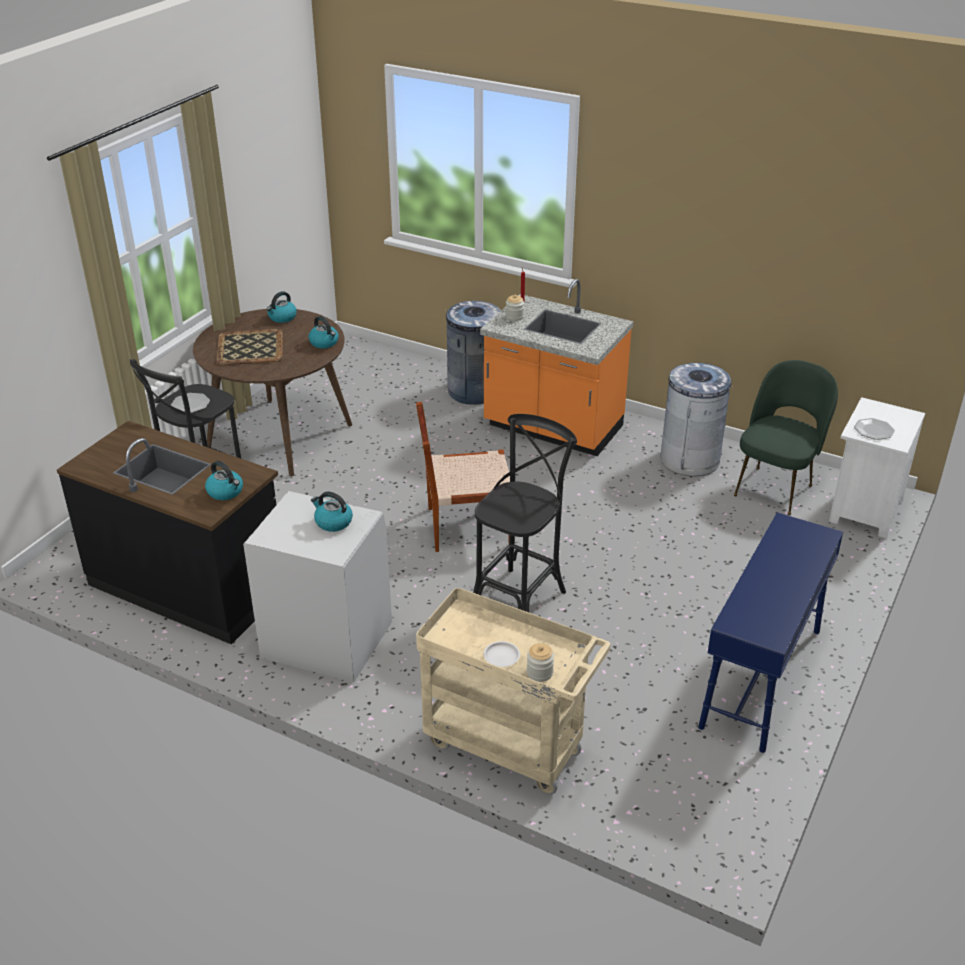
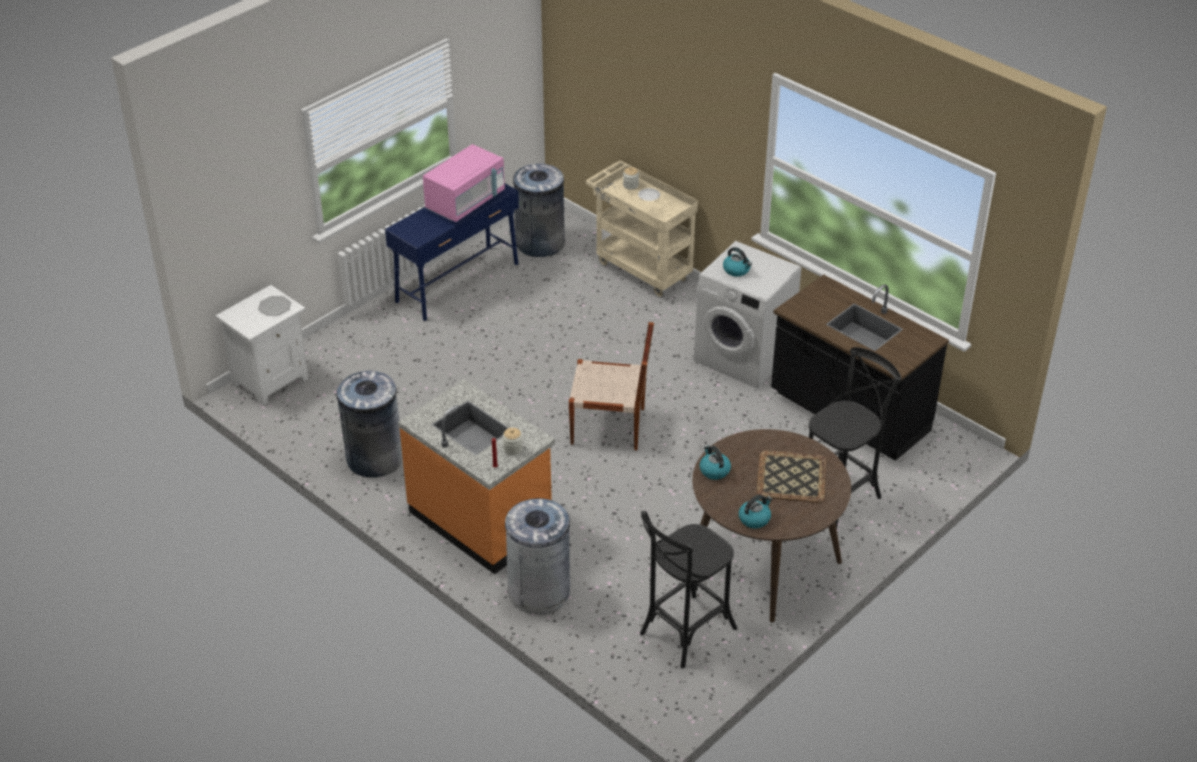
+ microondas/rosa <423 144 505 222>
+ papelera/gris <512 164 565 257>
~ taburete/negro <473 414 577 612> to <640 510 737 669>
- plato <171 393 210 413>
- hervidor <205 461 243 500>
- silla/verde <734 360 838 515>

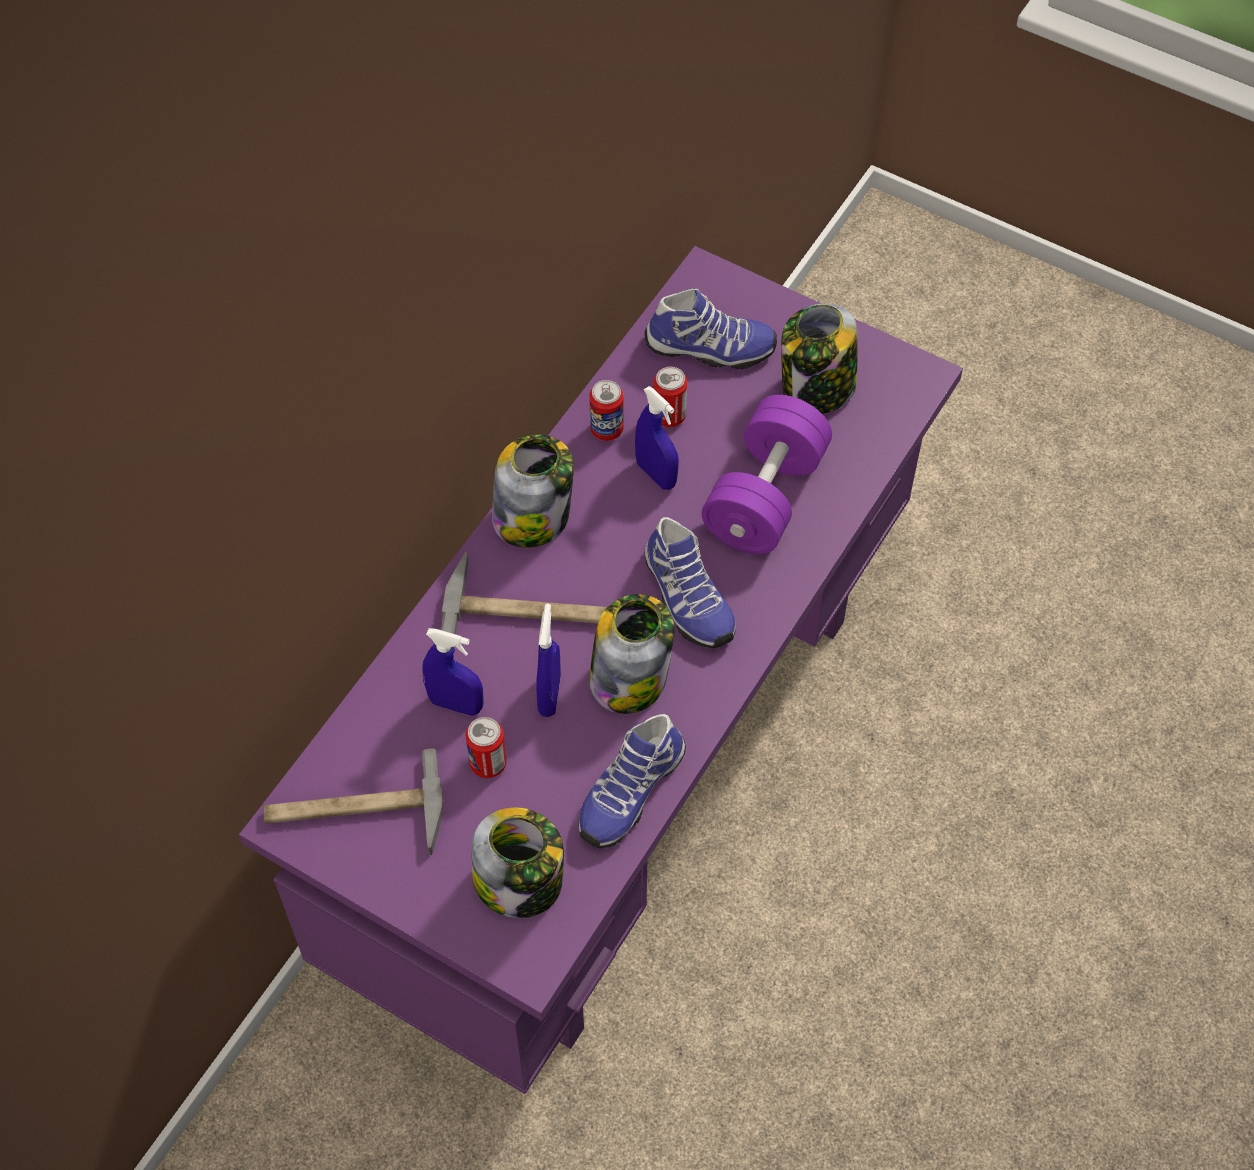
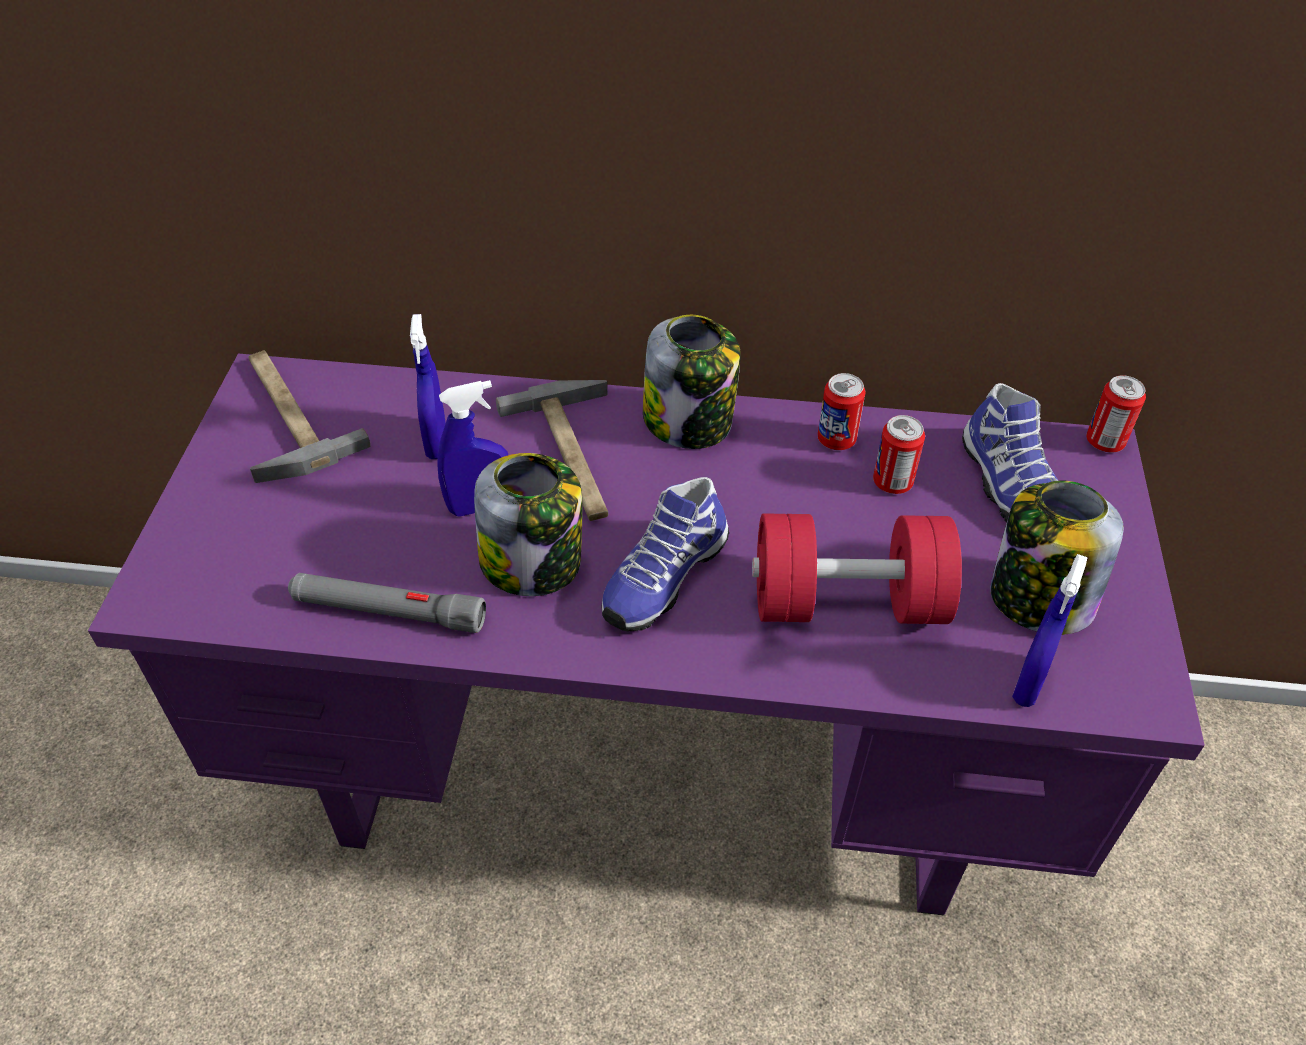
~ zapato <578 714 686 848> to linterna/gris <288 573 486 633>
~ mancuerna/morado <701 395 832 554> to mancuerna/rojo <752 513 962 624>
~ pulverizador/azul <635 386 679 490> to <1012 554 1088 707>
~ lata <465 717 507 778> to <1086 375 1146 453>
- tarro <471 808 564 918>

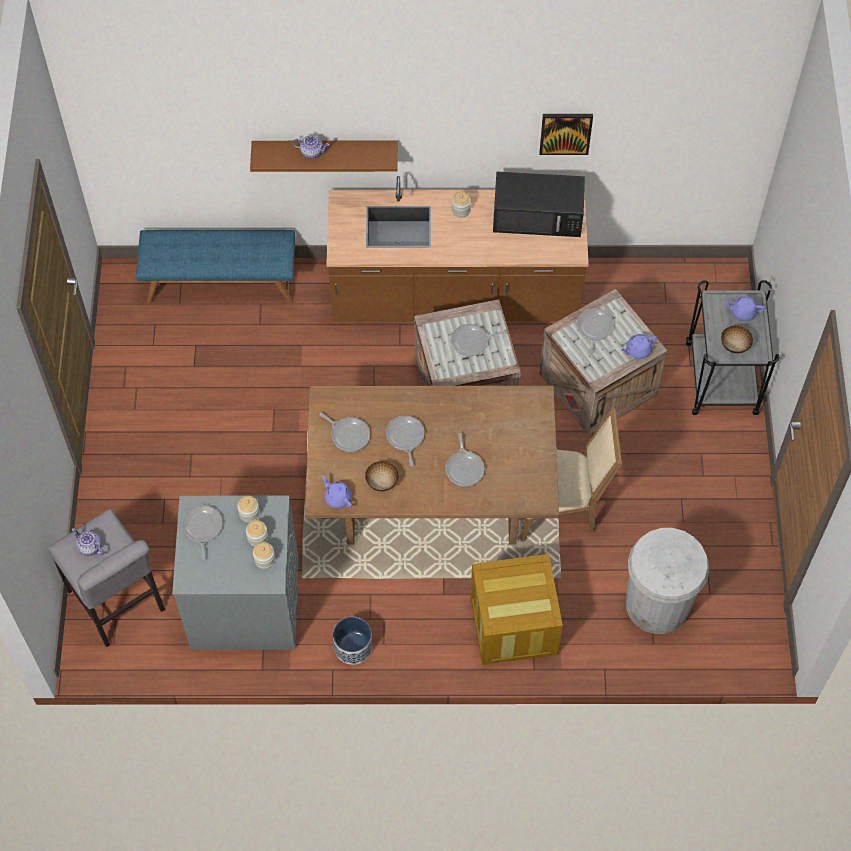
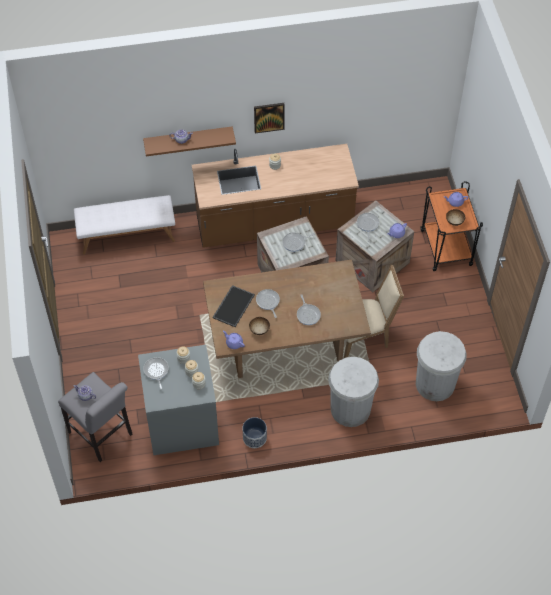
~ banco/azul <136 230 295 304> to banco/blanco <74 195 175 255>
~ sartén <319 413 370 452> to bandeja <212 285 255 327>
~ cuadro <540 114 593 155> to <254 103 285 134>
~ caja de embalaje <471 554 563 665> to papelera/blanco <328 357 379 427>
~ carrito/gris <686 280 780 415> to carrito/naranja <420 181 483 271>
- microondas/negro <493 172 585 237>

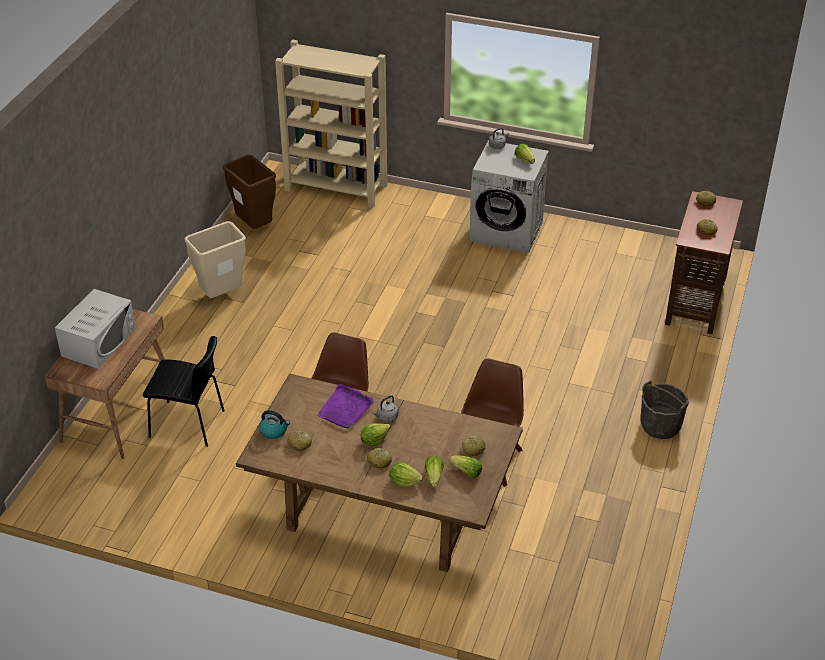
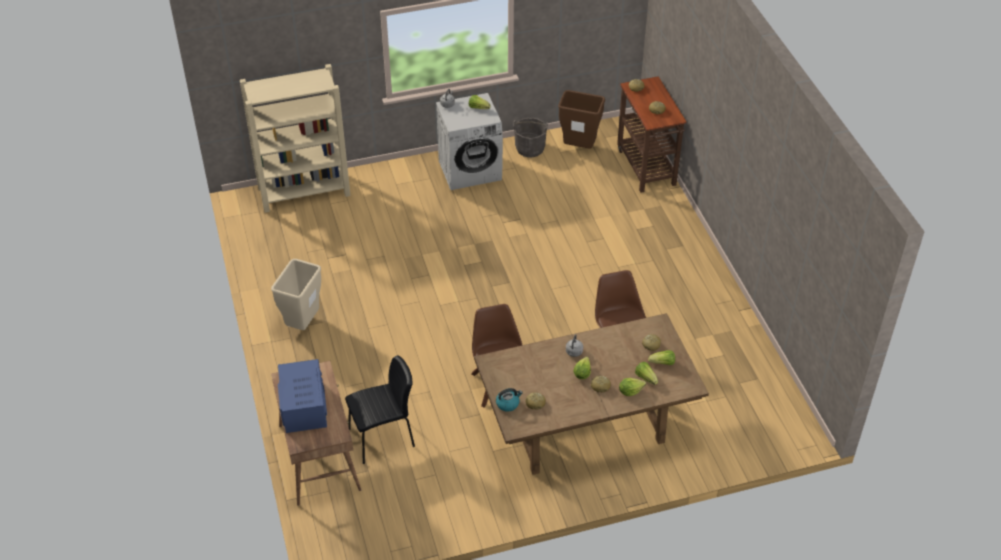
~ microondas/blanco <55 289 136 369> to microondas/azul <278 359 327 433>
~ cubo/gris <640 380 689 439> to <513 118 548 158>
~ papelera/marrón <223 155 276 229> to <558 90 605 149>
- bandeja/morado <317 384 374 428>

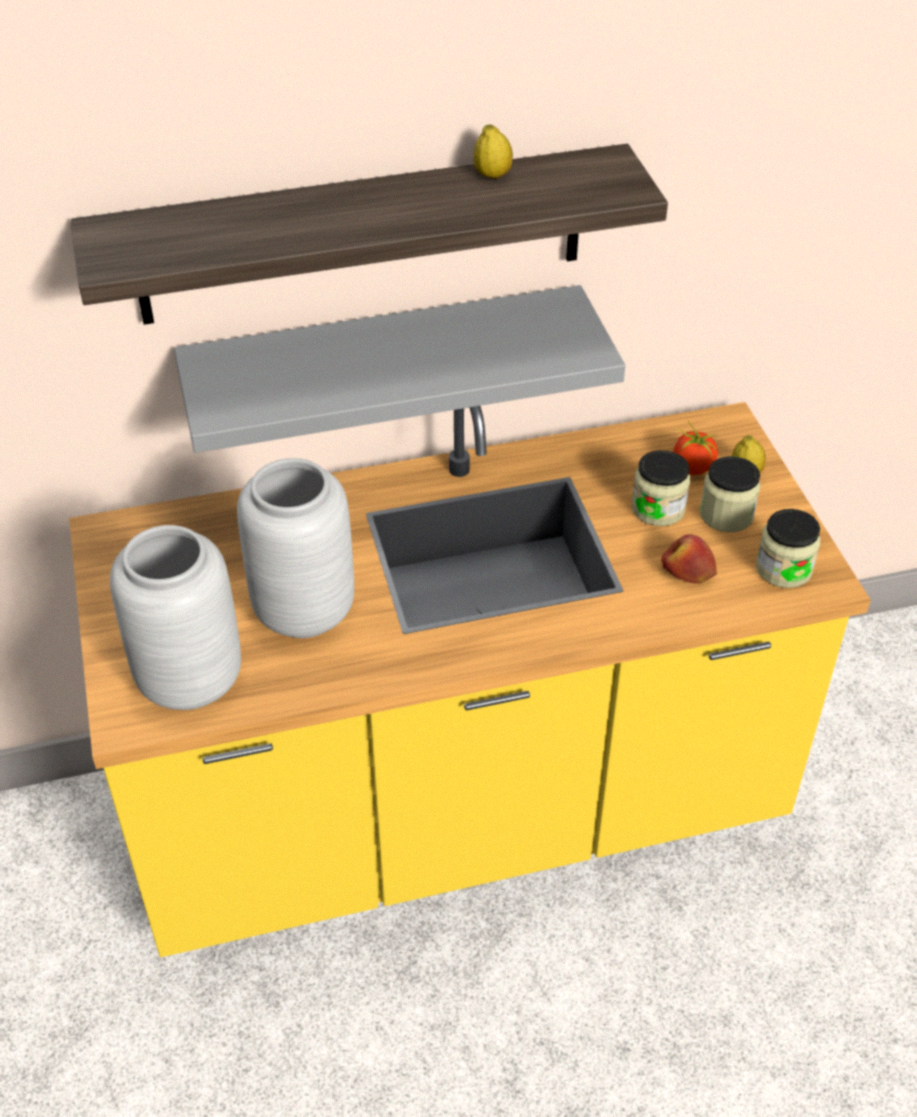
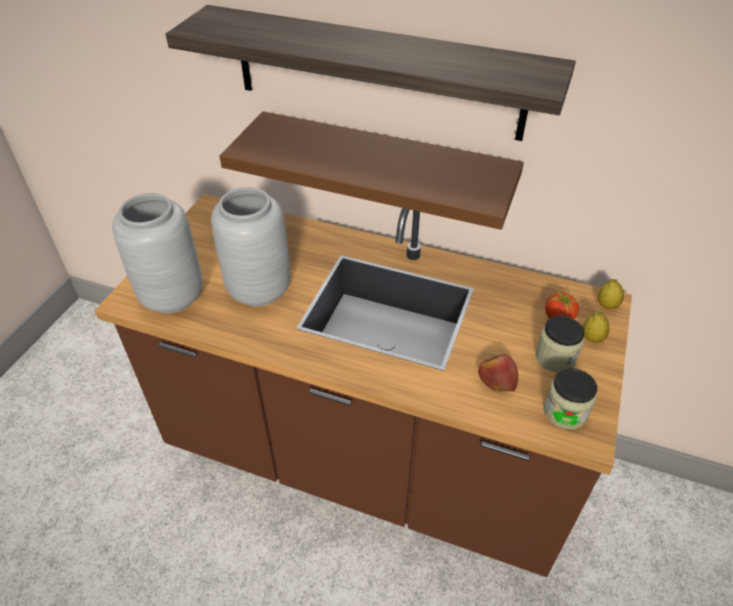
~ mueble bajo de cocina/amarillo <69 402 871 957> to mueble bajo de cocina/marrón <94 194 632 577>
~ estante/gris <174 285 625 453> to estante/marrón <220 111 524 230>
~ limón <473 124 513 179> to <598 279 624 309>
- tarro <632 450 690 526>

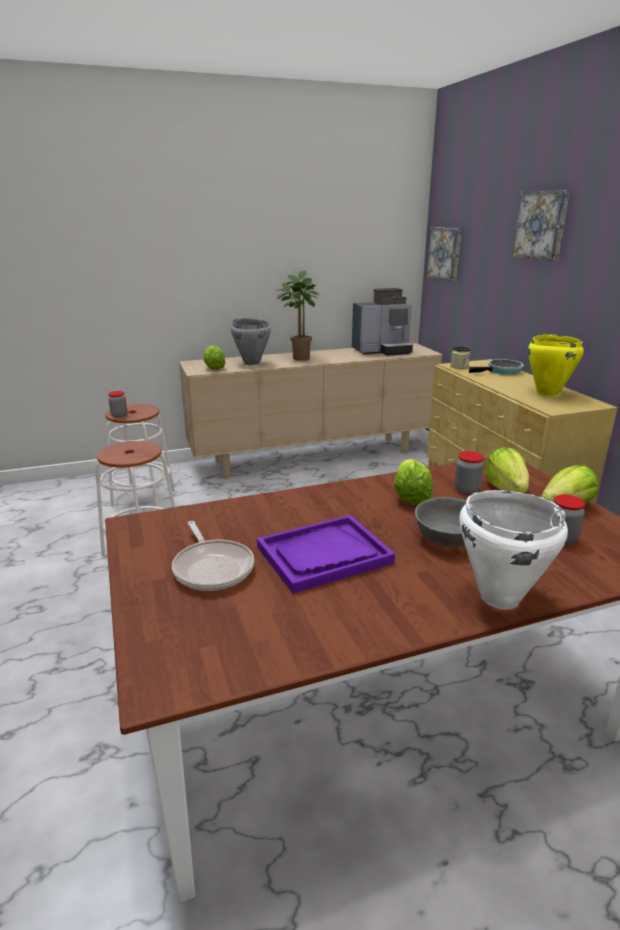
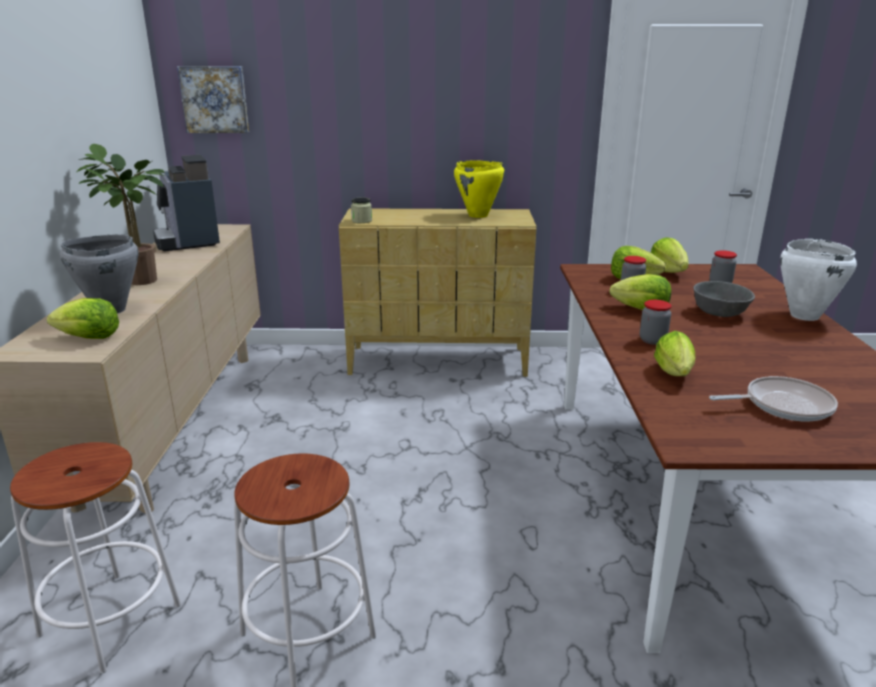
~ cafetera <352 288 413 356> = <153 155 220 251> 150 degrees clockwise
~ tarro <108 391 127 417> to <640 300 672 345>
+ lechuga <654 331 696 376>
- bandeja/morado <257 515 395 594>
- sartén <469 359 524 375>
- cuadro <512 190 570 261>

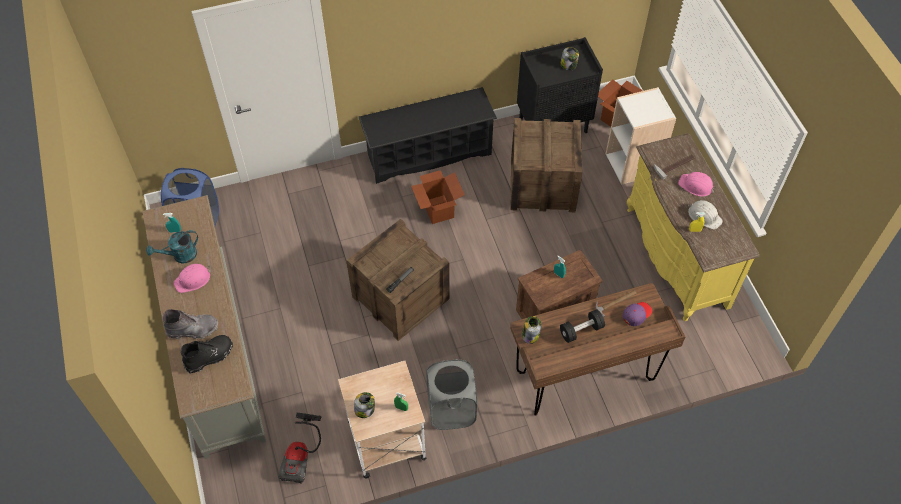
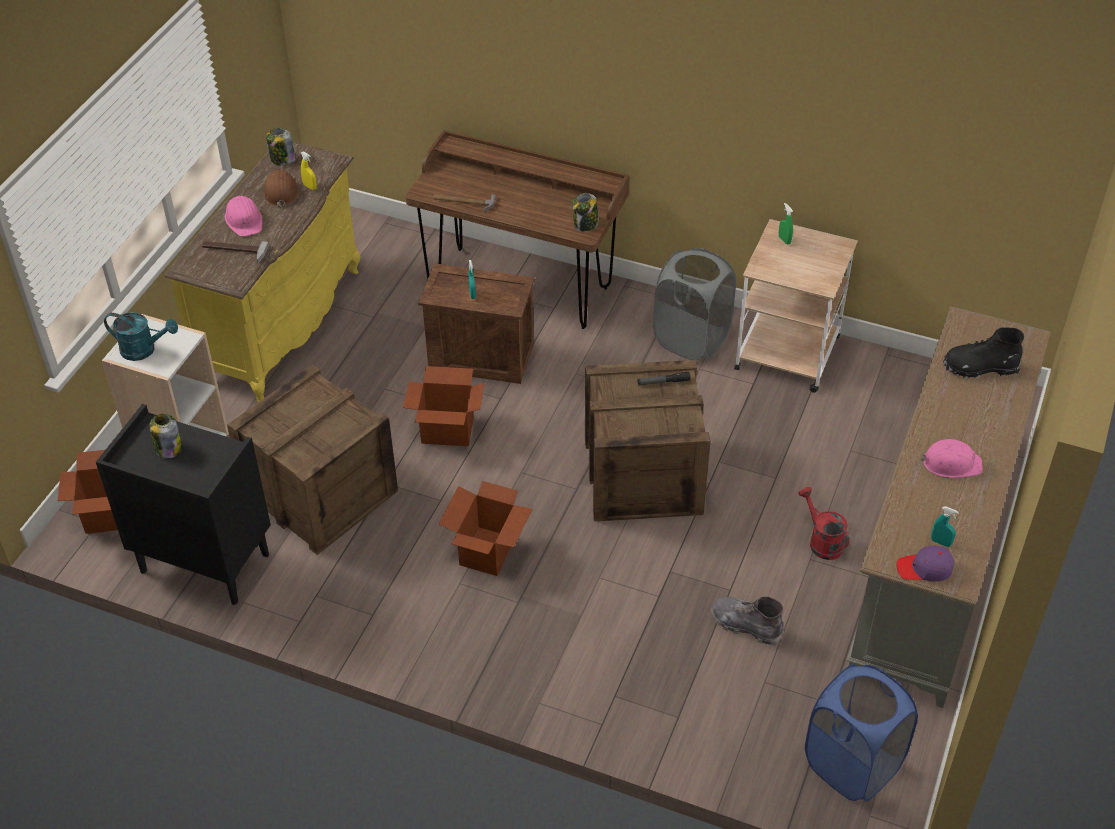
~ regadera/turquesa <146 230 198 264> to <104 312 178 361>
~ casco/blanco <688 200 723 230> to casco/marrón <263 169 299 208>
~ tarro <354 392 375 418> to <266 128 296 165>
+ caja de cartón <403 366 485 446>
~ bota/gris <162 309 219 339> to <711 596 784 646>
+ regadera/rojo <799 487 850 560>
~ gorra/morado <623 302 652 326> to <896 546 954 582>
- aspiradora <278 413 322 484>
- zapatero/negro <359 87 497 184>
- mancuerna/negro <560 309 605 343>

